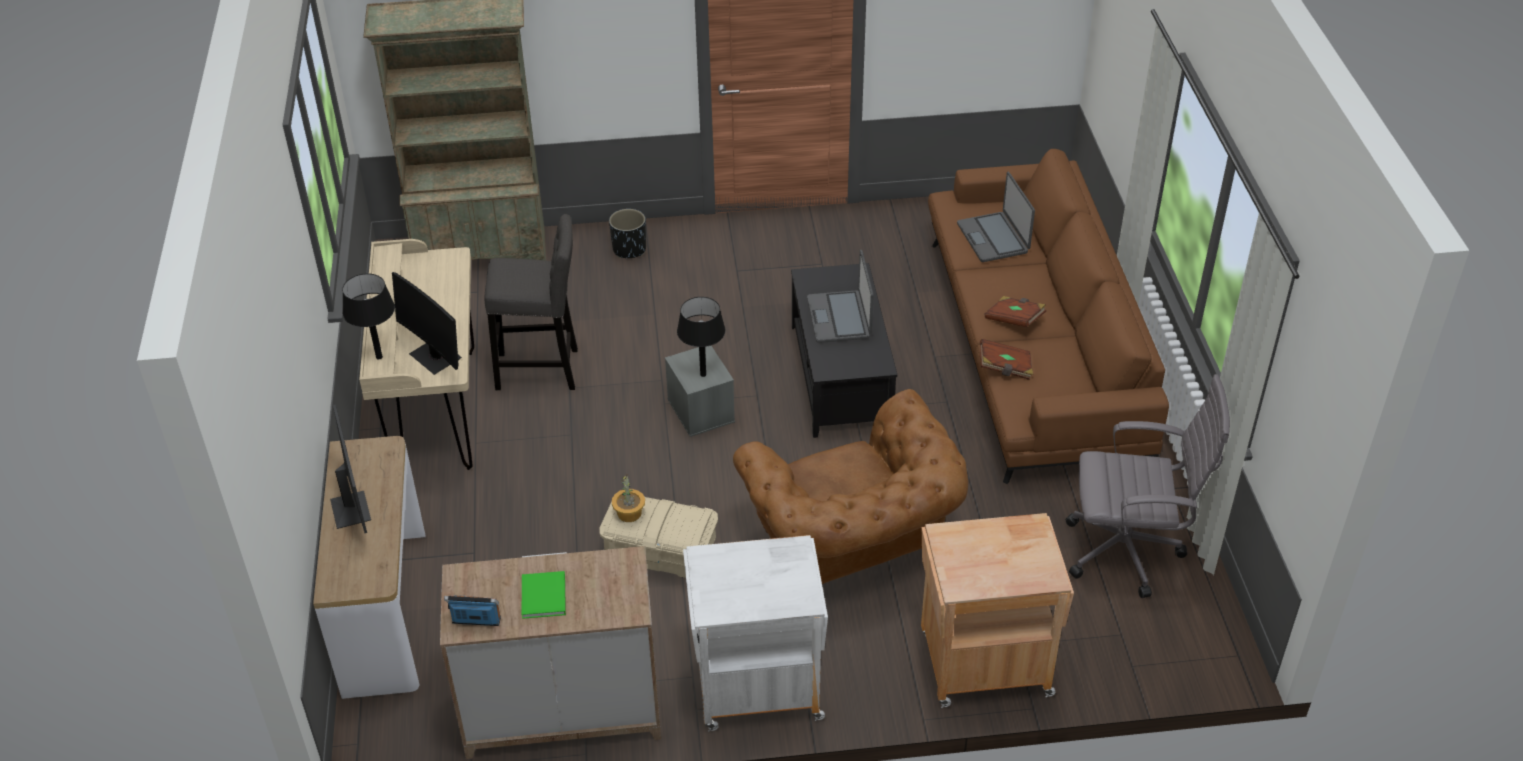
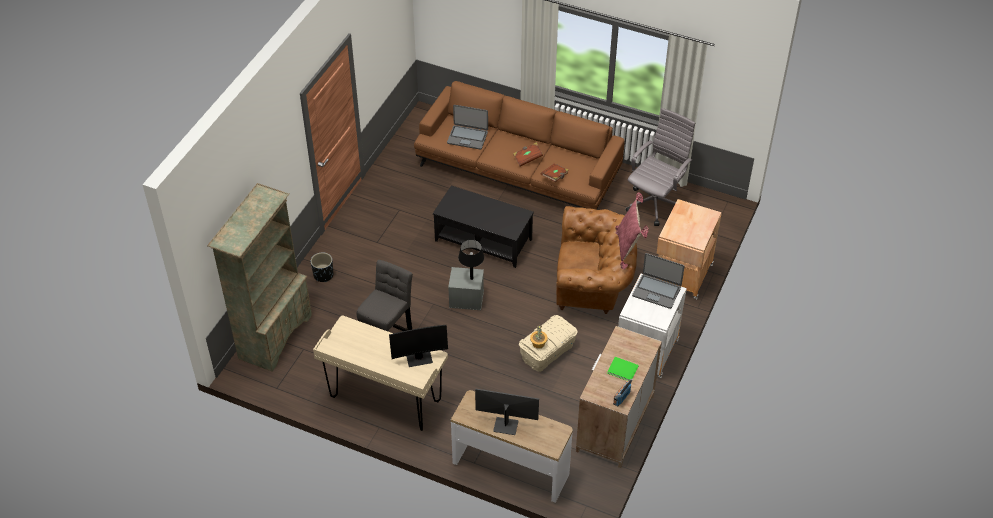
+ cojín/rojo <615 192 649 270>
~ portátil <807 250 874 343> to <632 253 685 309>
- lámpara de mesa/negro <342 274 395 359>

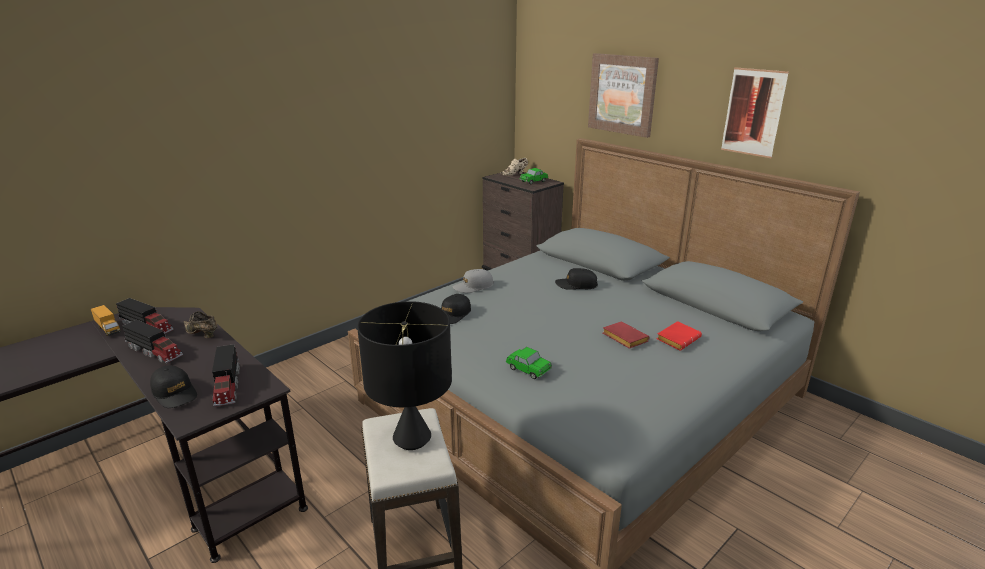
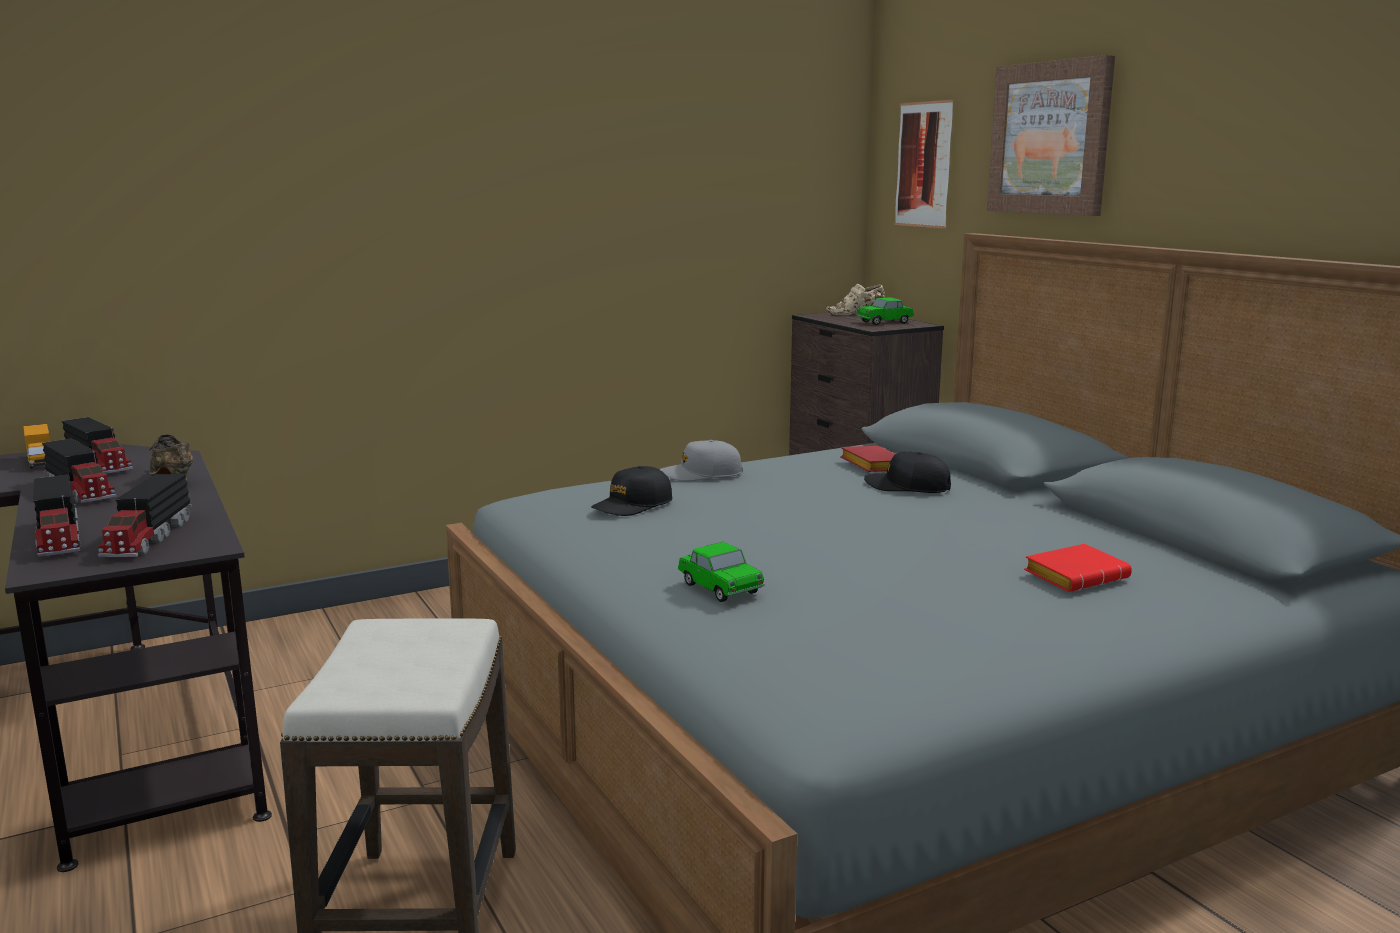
~ gorra/negro <150 365 197 408> to camión de juguete <33 475 81 557>
~ libro/rojo <603 321 649 349> to <840 446 895 472>
~ cuadro <721 67 789 158> to <894 100 954 229>
- lámpara de mesa/negro <357 301 452 450>

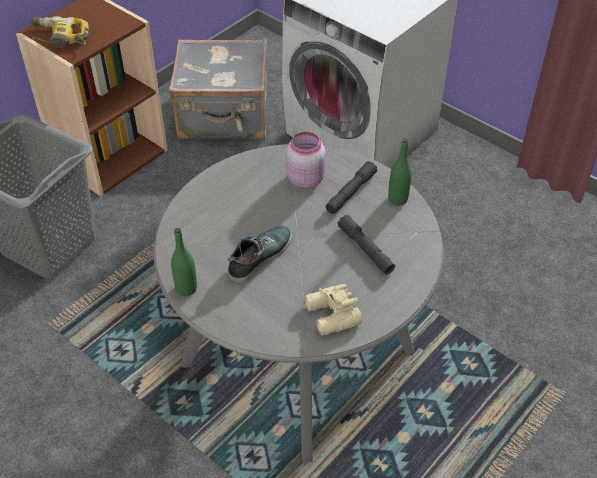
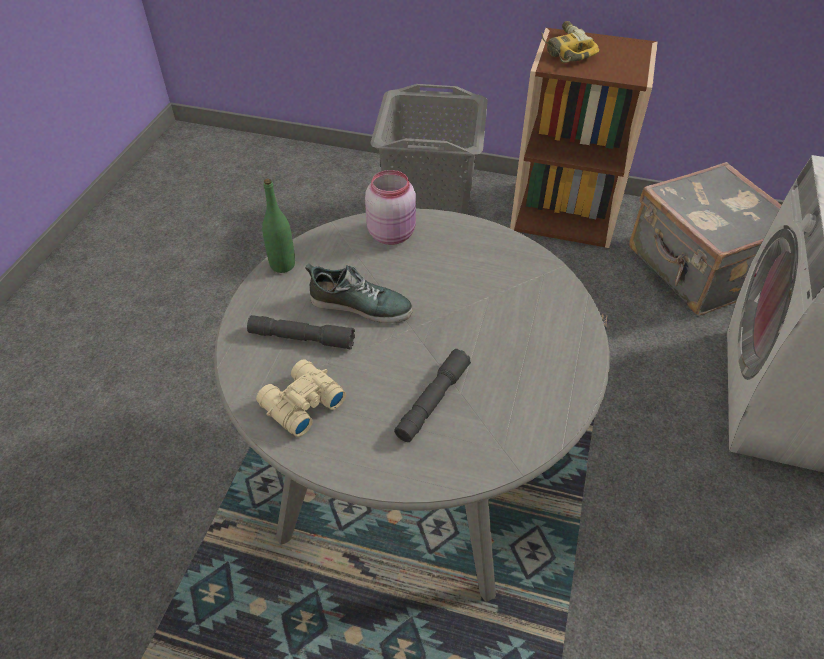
~ linterna/gris <326 161 377 214> to <247 315 355 350>
~ tarro/rosa <286 132 325 189> to <365 170 416 245>
- botella/verde <388 138 412 206>

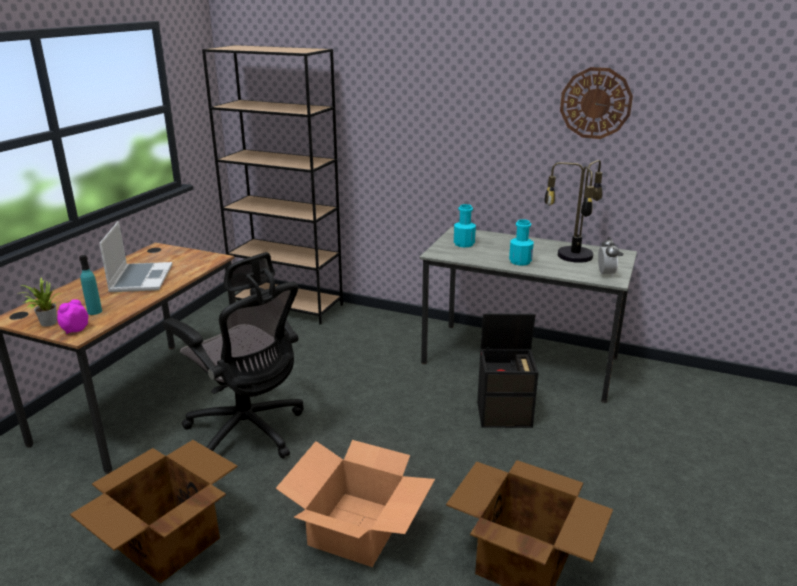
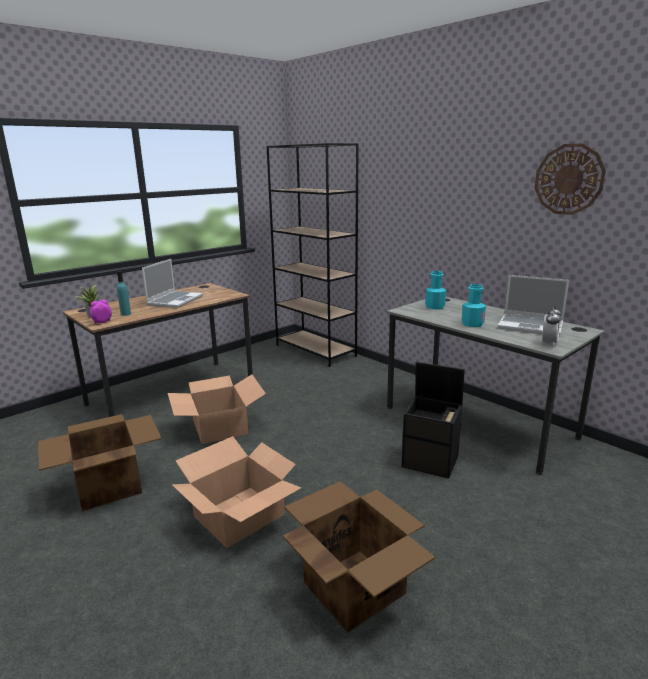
~ silla de oficina <163 252 304 458> to caja de cartón <168 374 266 444>
~ lámpara de mesa <544 160 602 263> to portátil <498 275 569 336>

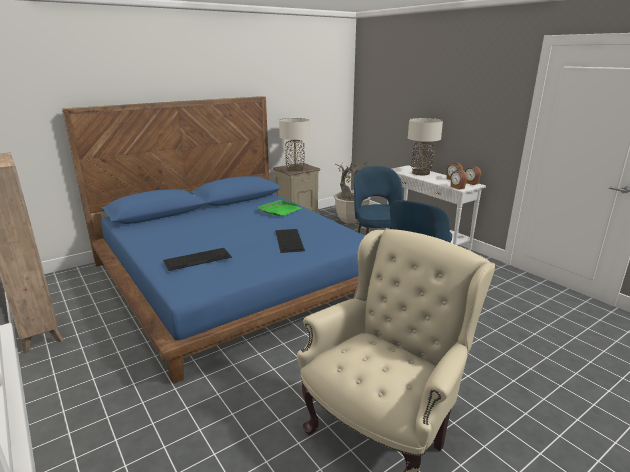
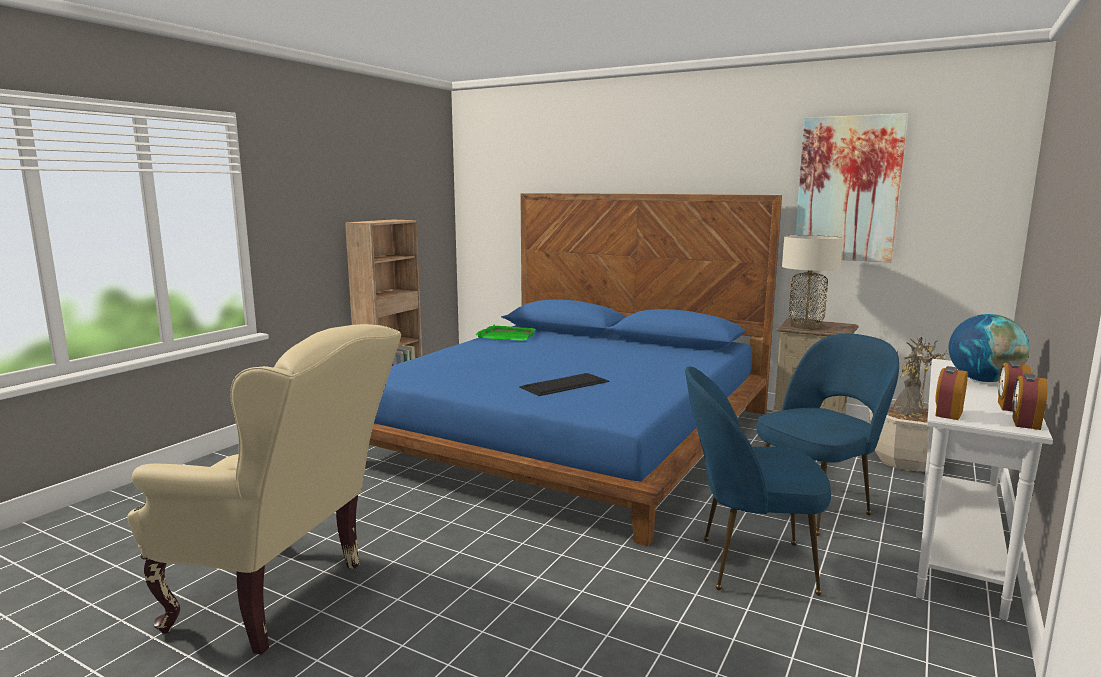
~ bandeja/verde <258 200 301 216> to <475 324 536 341>
+ cuadro <795 113 908 262>
~ lámpara de mesa <408 118 443 175> to globo terráqueo <949 314 1029 382>
- teclado <163 248 232 271>

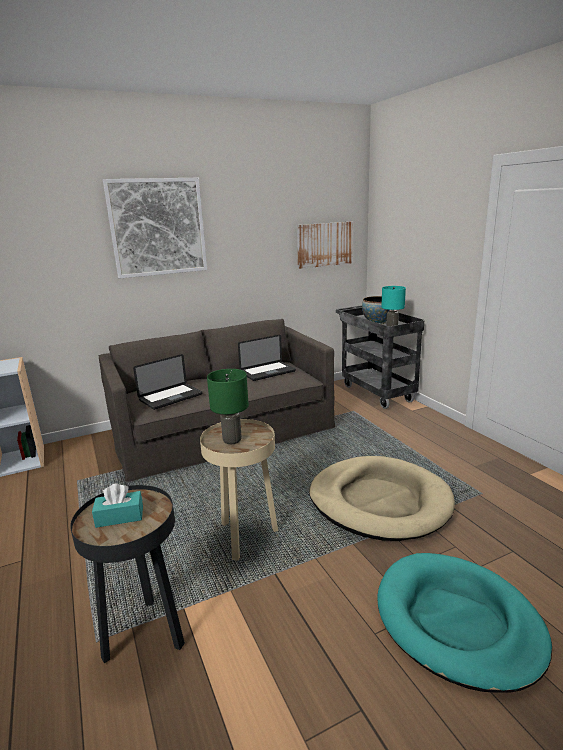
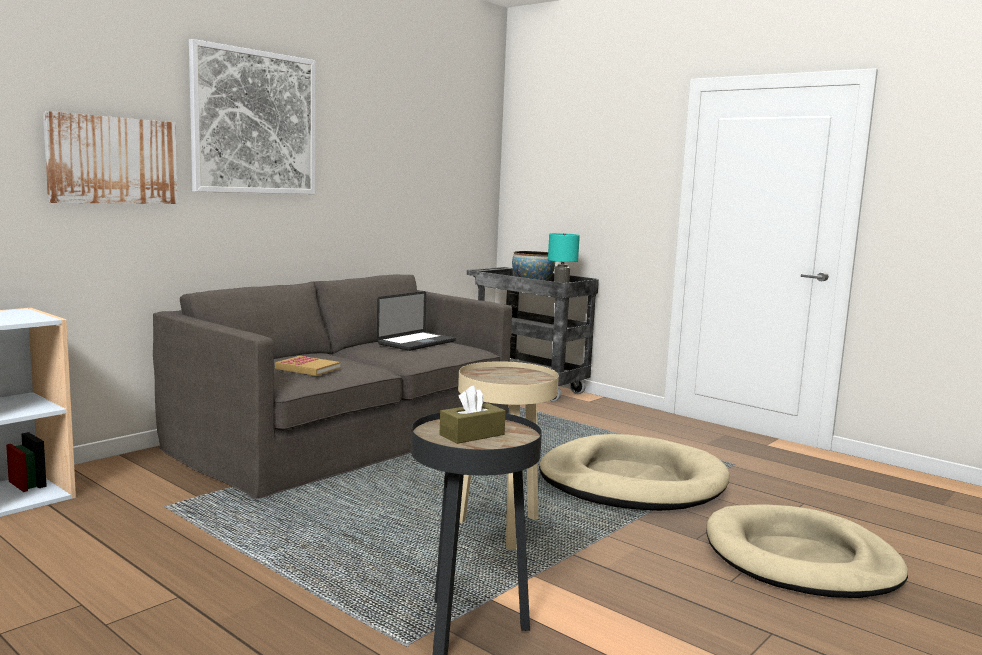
~ cuadro <297 222 353 269> to <43 111 178 204>
~ portátil <133 354 202 410> to libro <275 356 340 376>
~ caja de pañuelos/turquesa <92 483 143 528> to caja de pañuelos/marrón <439 385 506 444>
~ cama para perro/turquesa <377 553 552 693> to cama para perro/beis <706 504 908 598>
- lámpara de mesa/verde <207 369 249 445>

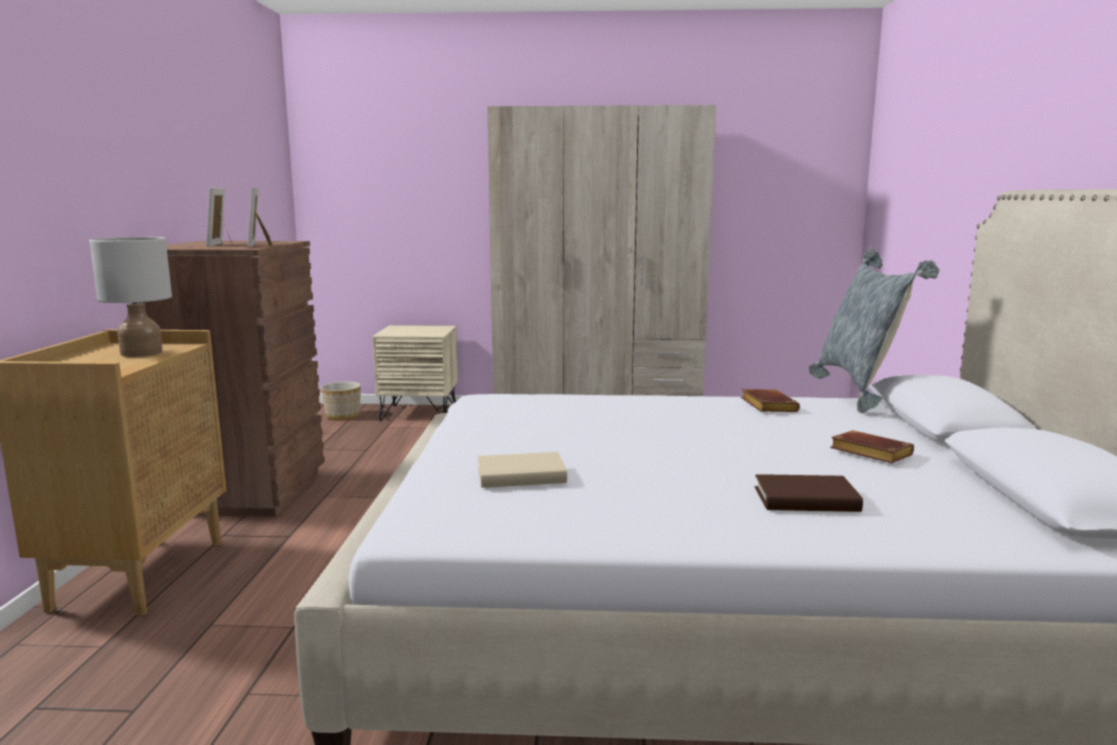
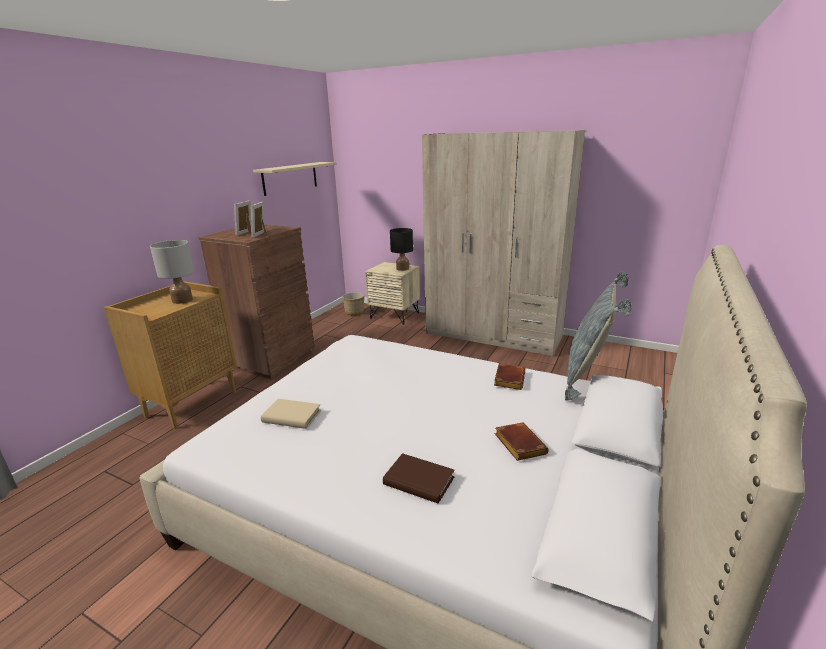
+ estante/beis <253 162 337 196>
+ lámpara de mesa/negro <390 228 413 271>

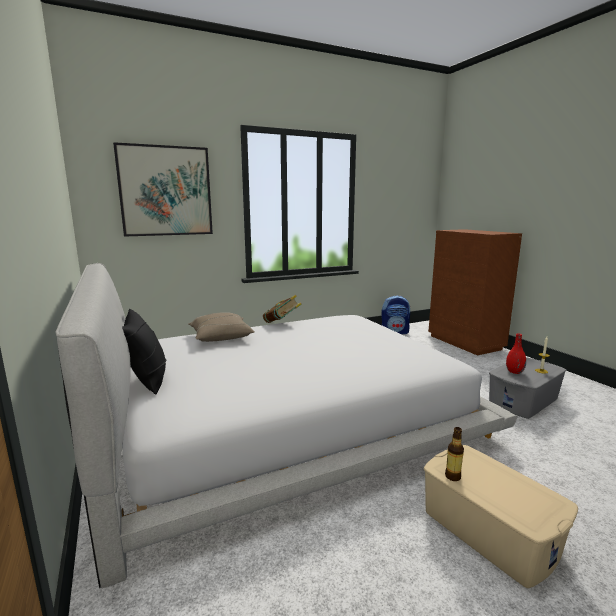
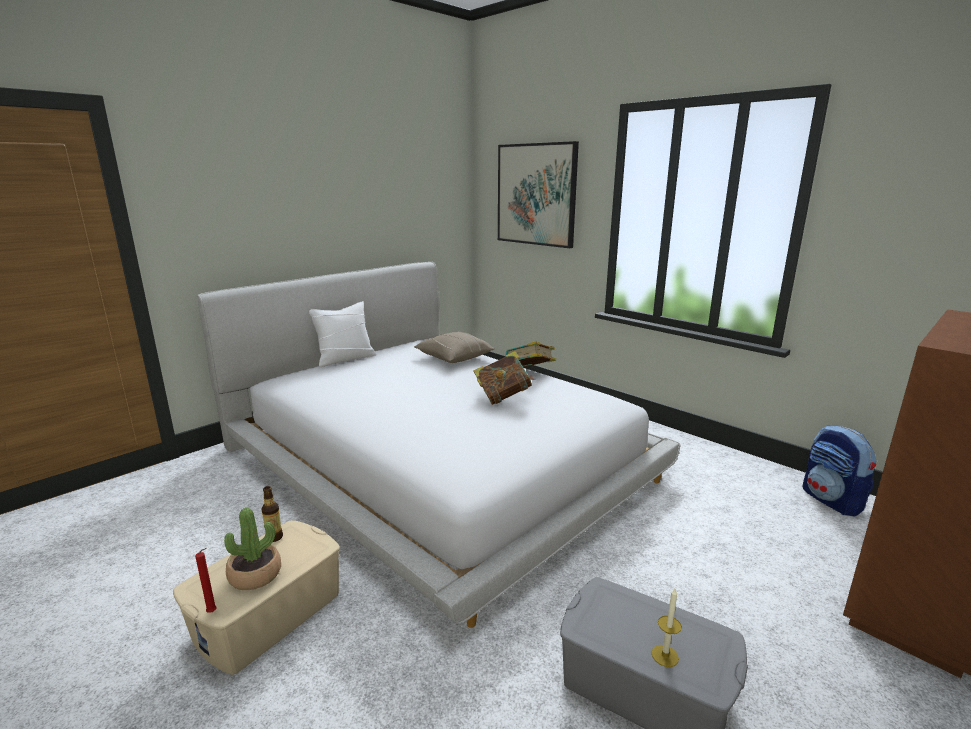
+ vela/rojo <195 548 217 613>
+ planta en maceta <224 508 281 590>
~ cojín/negro <122 309 167 395> to cojín/blanco <309 301 376 367>
+ libro <473 351 535 405>
- florero/rojo <506 333 526 374>

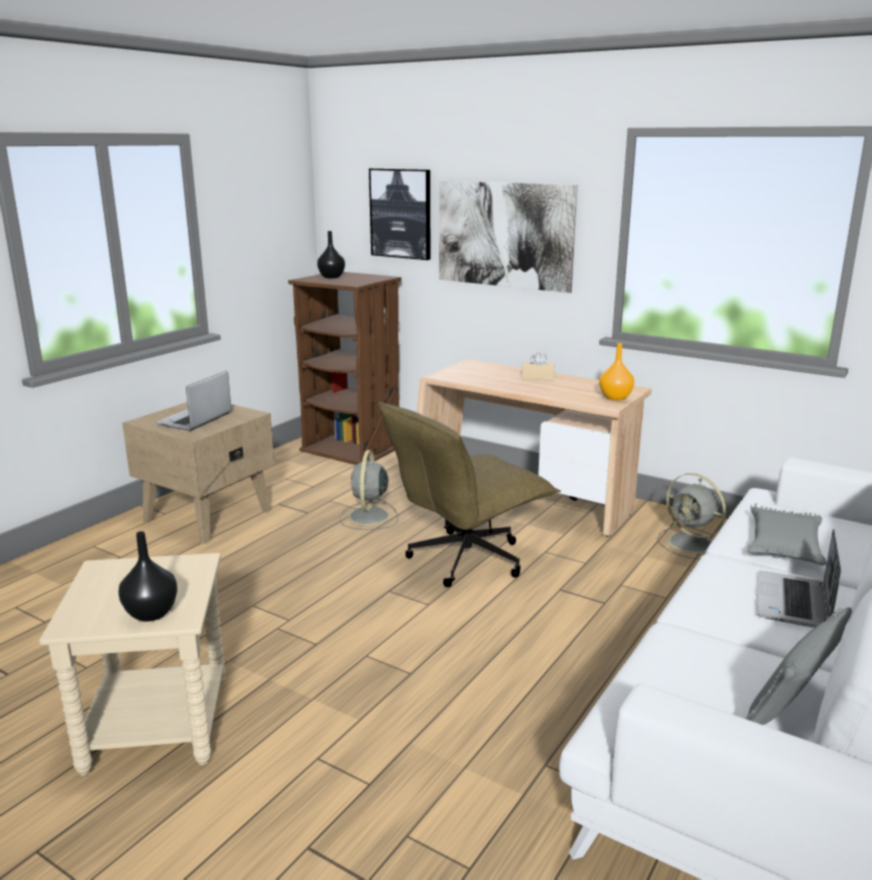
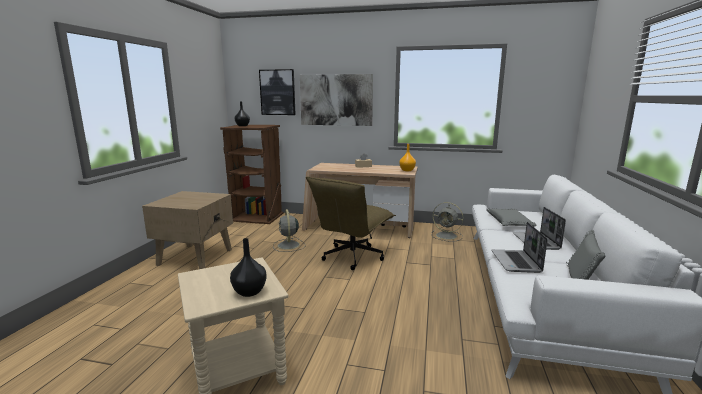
~ portátil <156 371 232 431> to <491 222 548 273>

